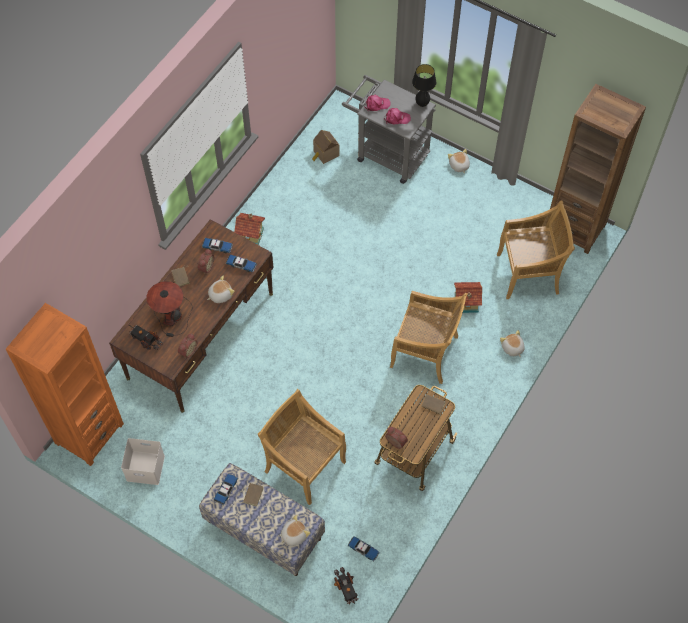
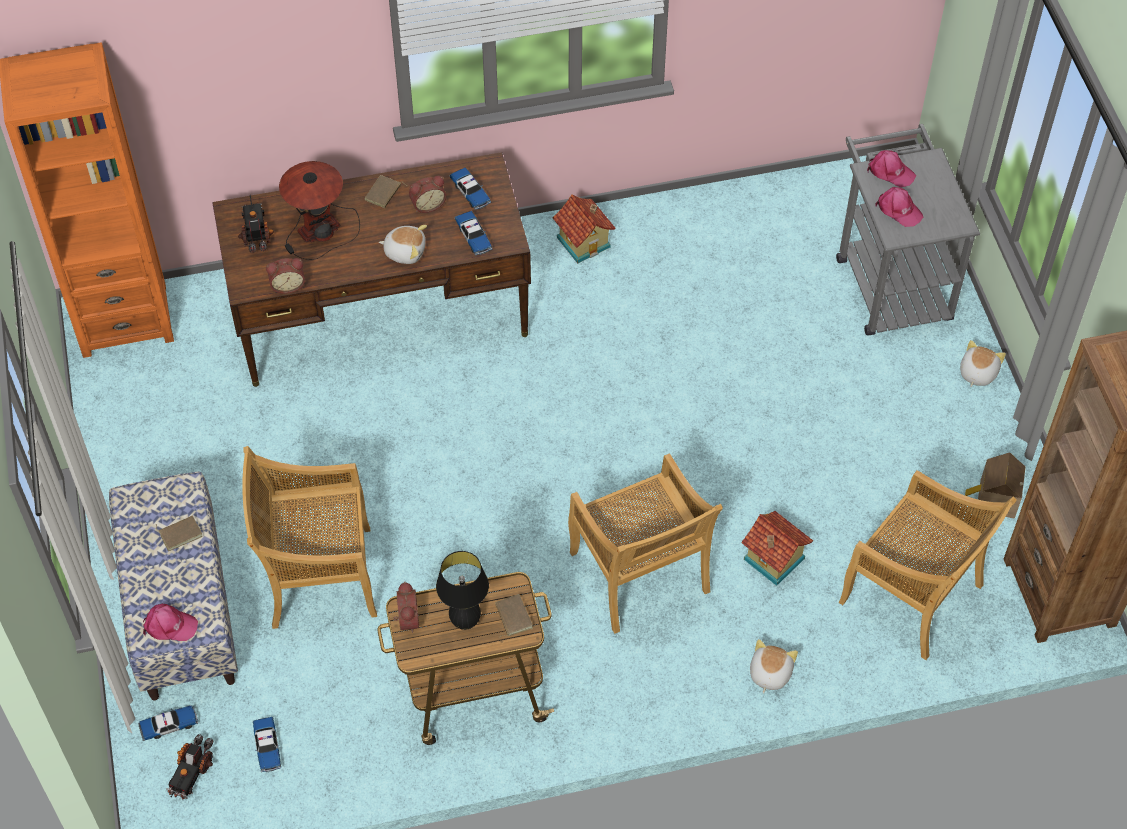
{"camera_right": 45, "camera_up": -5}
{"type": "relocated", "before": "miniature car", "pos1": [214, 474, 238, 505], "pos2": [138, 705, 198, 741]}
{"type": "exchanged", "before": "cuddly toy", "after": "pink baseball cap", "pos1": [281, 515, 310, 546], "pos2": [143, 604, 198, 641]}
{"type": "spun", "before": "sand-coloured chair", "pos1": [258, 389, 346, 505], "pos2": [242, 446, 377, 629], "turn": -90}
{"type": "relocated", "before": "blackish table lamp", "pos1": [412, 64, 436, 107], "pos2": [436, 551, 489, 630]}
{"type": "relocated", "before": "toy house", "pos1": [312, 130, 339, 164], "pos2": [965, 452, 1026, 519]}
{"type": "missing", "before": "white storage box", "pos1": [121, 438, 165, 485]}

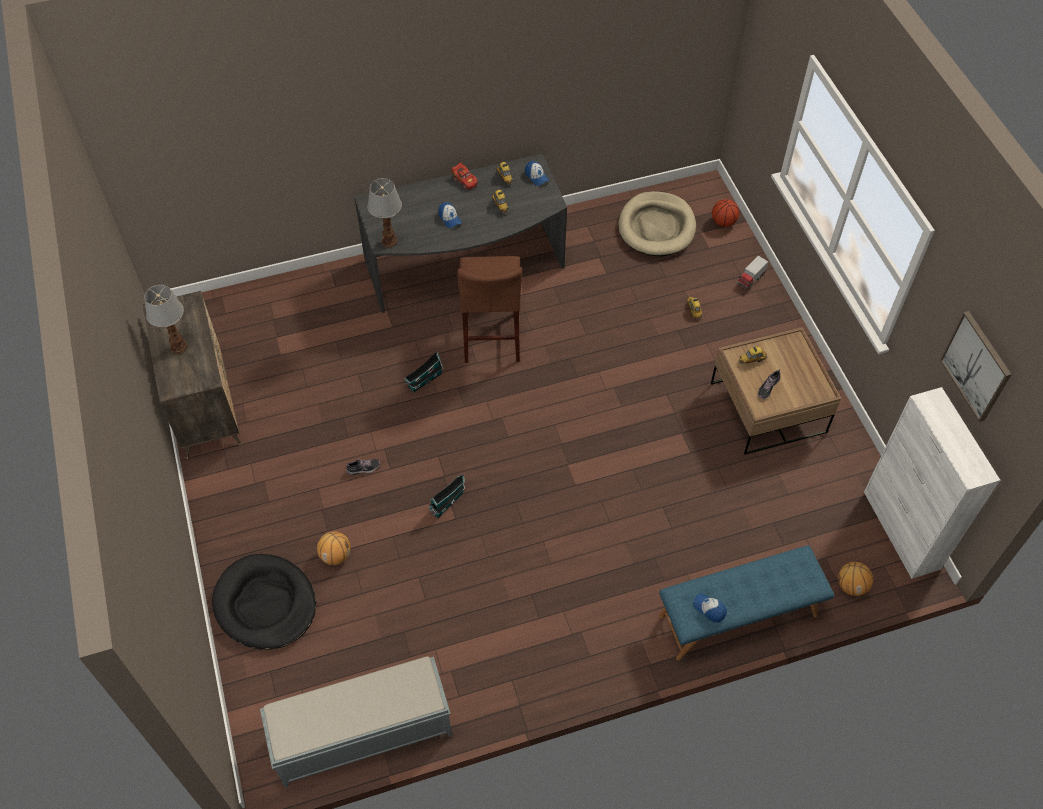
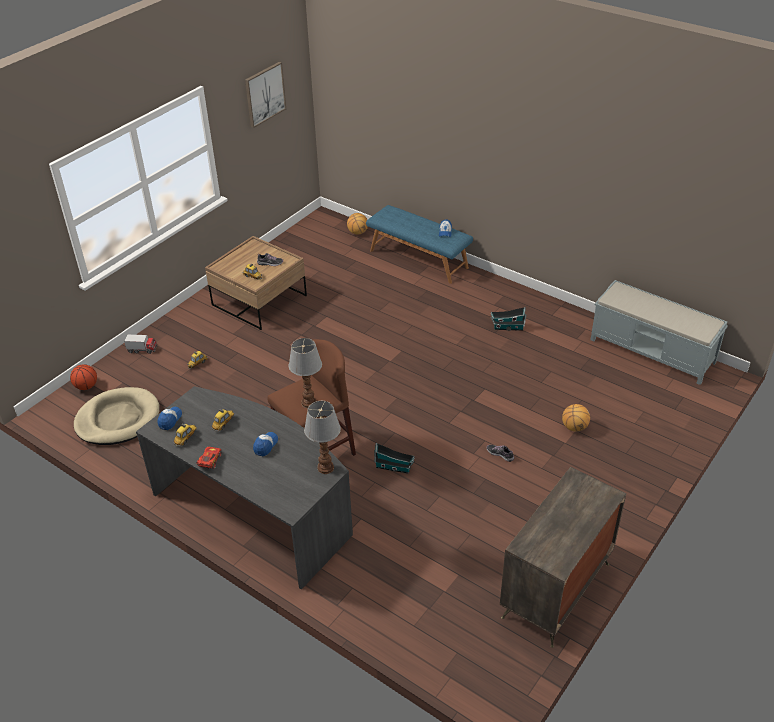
{"camera_right": -125, "camera_up": -15}
{"type": "relocated", "before": "table lamp", "pos1": [144, 285, 188, 354], "pos2": [289, 338, 322, 408]}
{"type": "relocated", "before": "toy house", "pos1": [428, 474, 465, 518], "pos2": [491, 307, 527, 331]}
{"type": "missing", "before": "blackish dog bed", "pos1": [212, 554, 316, 650]}
{"type": "missing", "before": "white storage cabinet", "pos1": [864, 387, 1000, 579]}

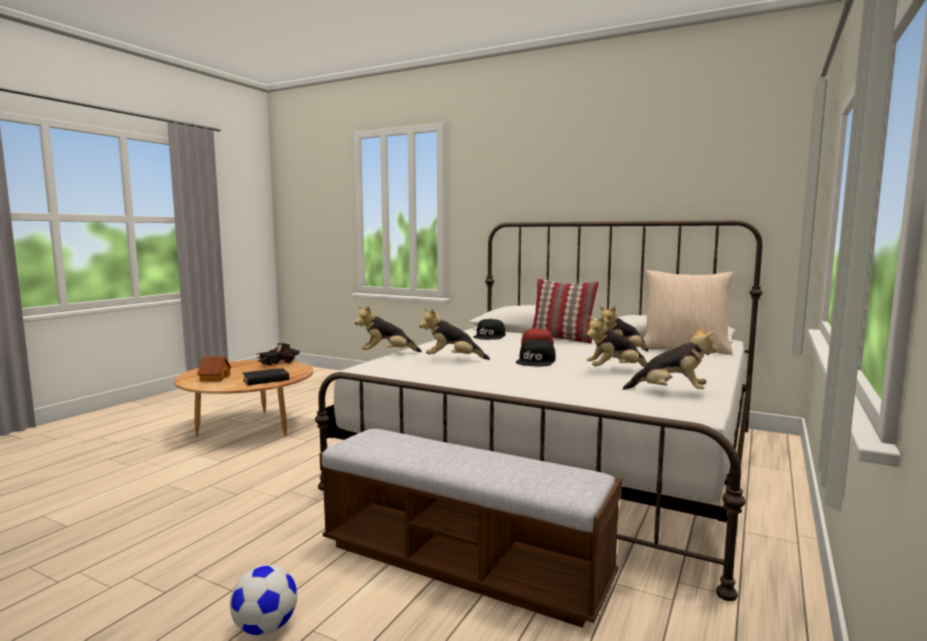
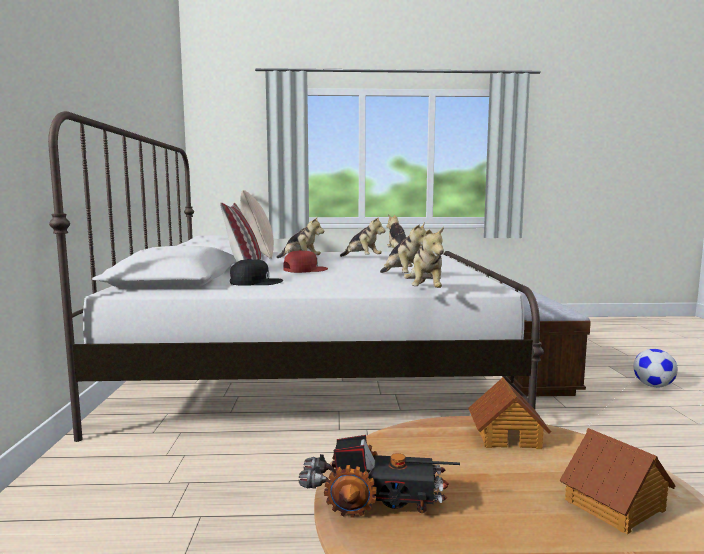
{"camera_right": -120, "camera_up": 0}
{"type": "spun", "before": "cuddly toy", "pos1": [355, 306, 422, 352], "pos2": [404, 227, 444, 288], "turn": 45}
{"type": "exchanged", "before": "blackish bound book", "after": "toy house", "pos1": [243, 368, 289, 385], "pos2": [468, 377, 551, 449]}
{"type": "missing", "before": "blackish baseball cap", "pos1": [516, 339, 556, 366]}

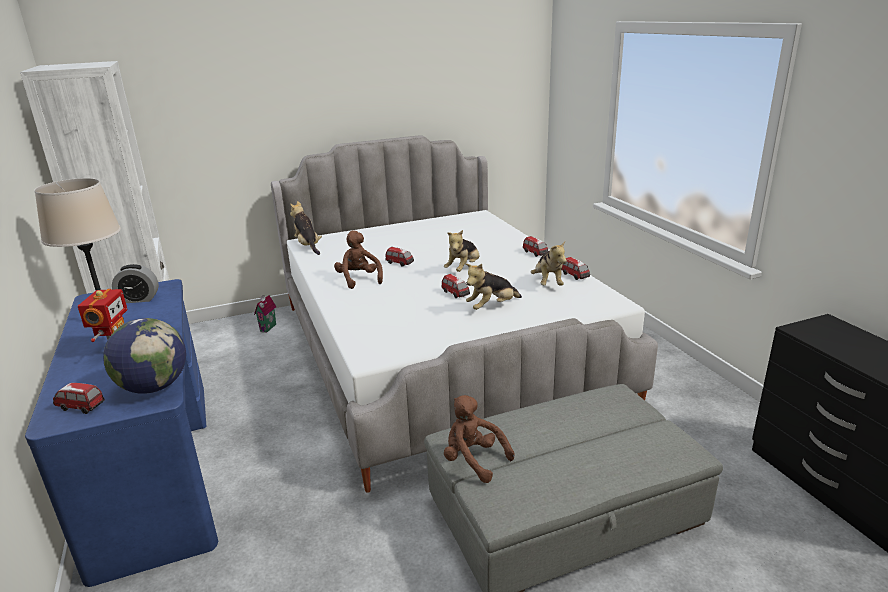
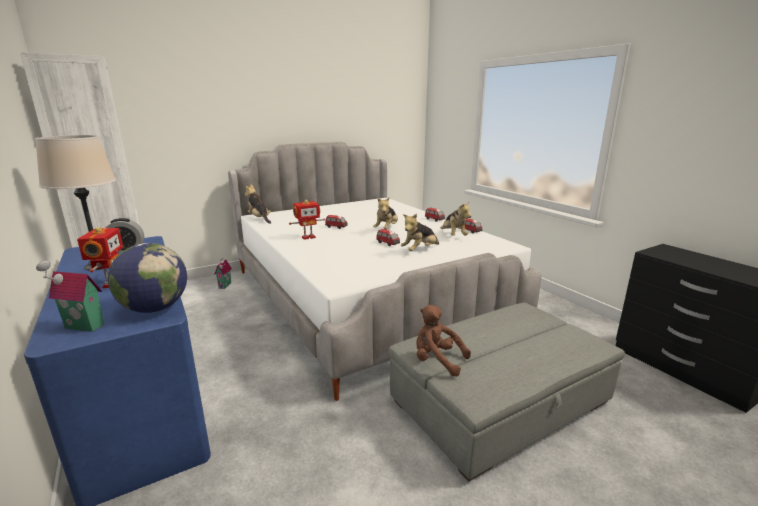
{"camera_right": -10, "camera_up": -5}
{"type": "exchanged", "before": "miniature car", "after": "toy house", "pos1": [53, 383, 105, 414], "pos2": [36, 261, 104, 332]}
{"type": "exchanged", "before": "brown cuddly toy", "after": "robot figure", "pos1": [334, 230, 383, 289], "pos2": [289, 200, 325, 240]}

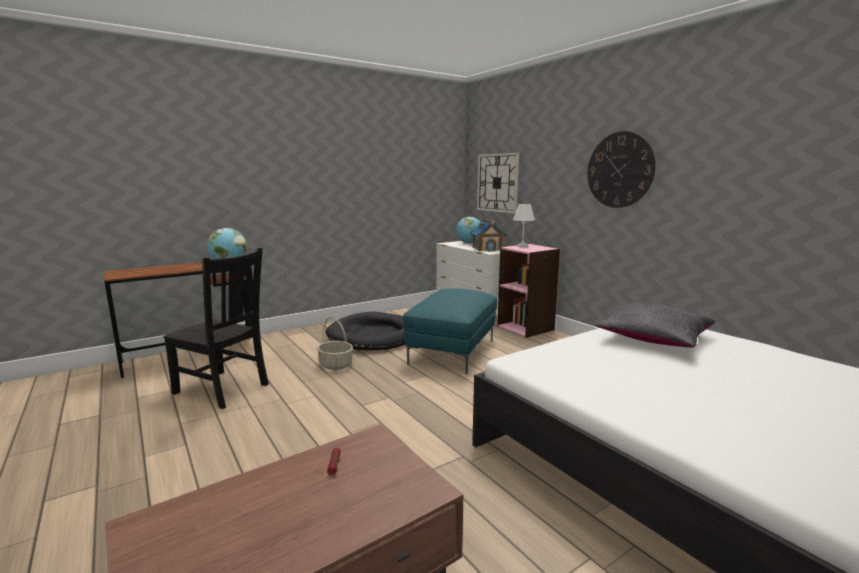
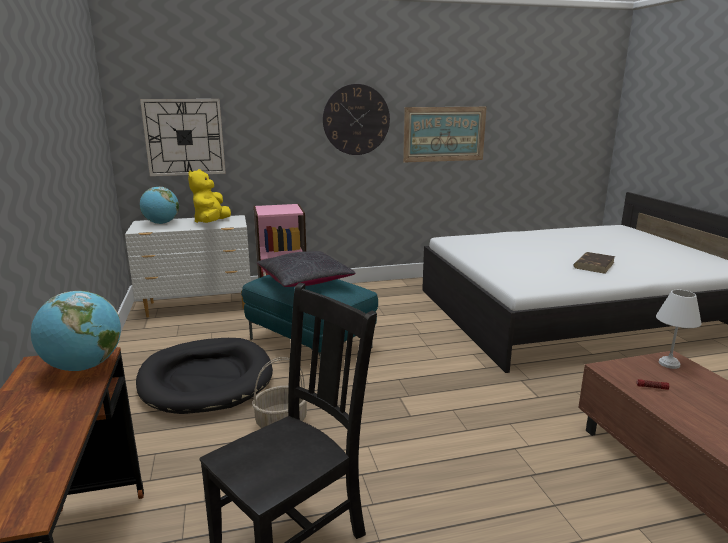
{"camera_right": -70, "camera_up": 5}
{"type": "exchanged", "before": "toy house", "after": "yellowish cuddly toy", "pos1": [470, 219, 506, 251], "pos2": [188, 169, 231, 223]}
{"type": "relocated", "before": "blackish throw pillow", "pos1": [596, 303, 715, 348], "pos2": [257, 251, 355, 287]}
{"type": "appeared", "after": "wall picture", "pos2": [403, 107, 486, 163]}
{"type": "appeared", "after": "brown bound book", "pos2": [574, 252, 615, 274]}
{"type": "relocated", "before": "white table lamp", "pos1": [513, 204, 535, 247], "pos2": [656, 290, 702, 369]}

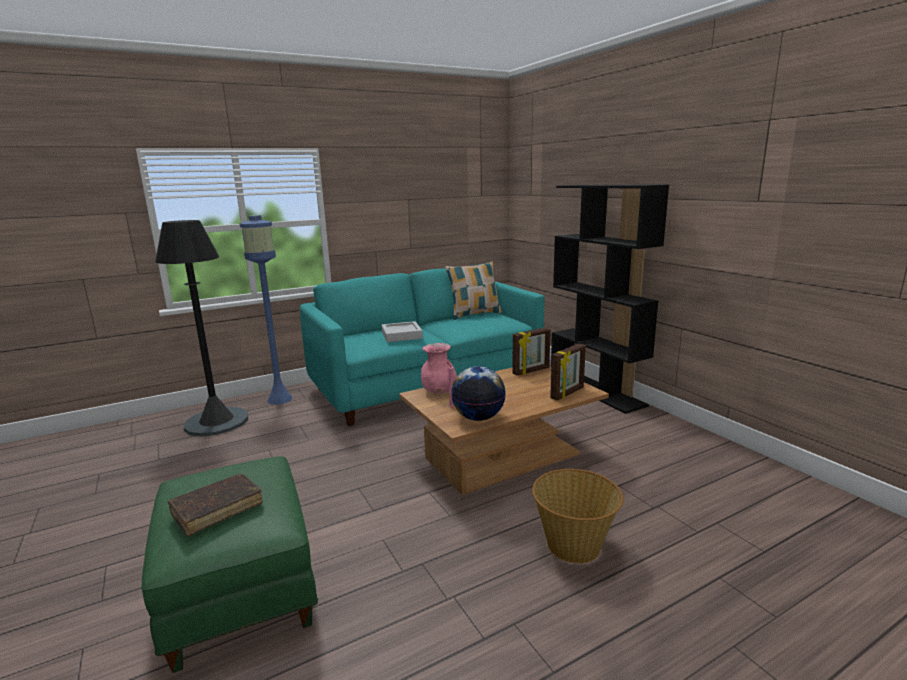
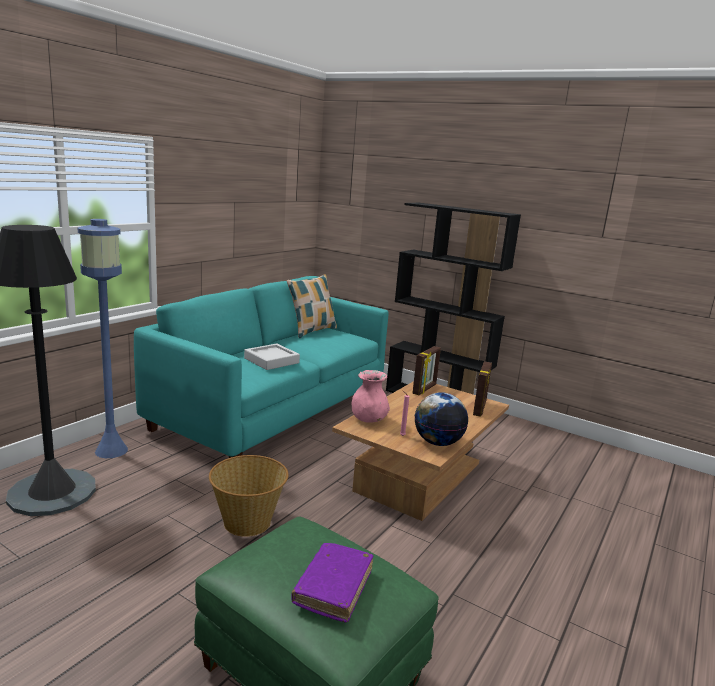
{"camera_right": -30, "camera_up": 0}
{"type": "relocated", "before": "basket", "pos1": [532, 469, 623, 564], "pos2": [209, 455, 288, 537]}
{"type": "colour", "before": "brown bound book", "after": "purplish bound book", "pos1": [168, 473, 263, 536], "pos2": [292, 543, 373, 623]}

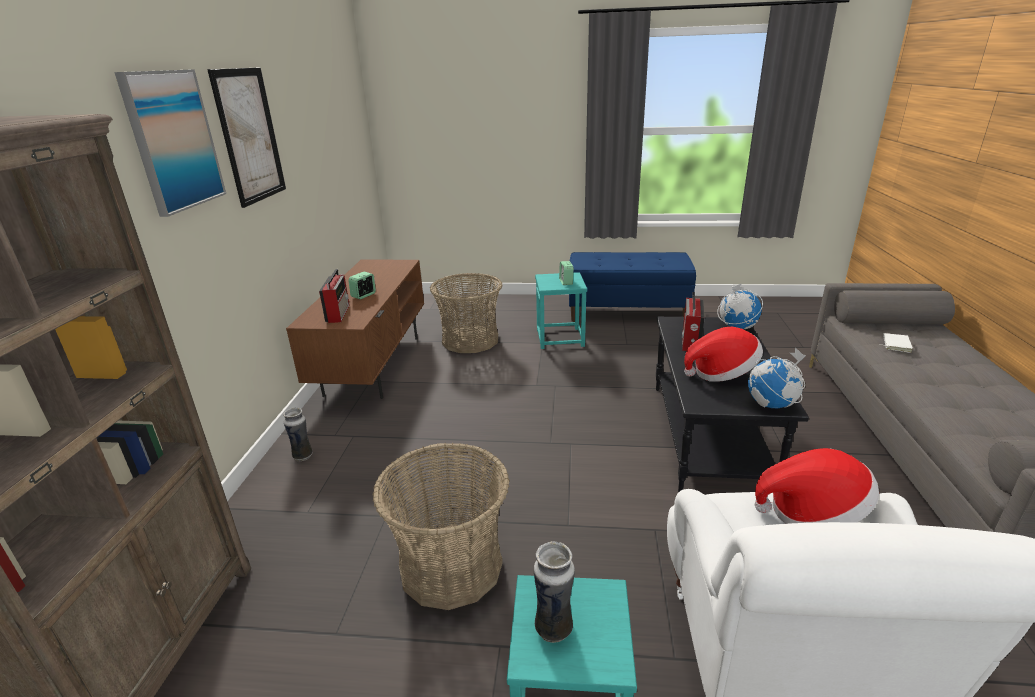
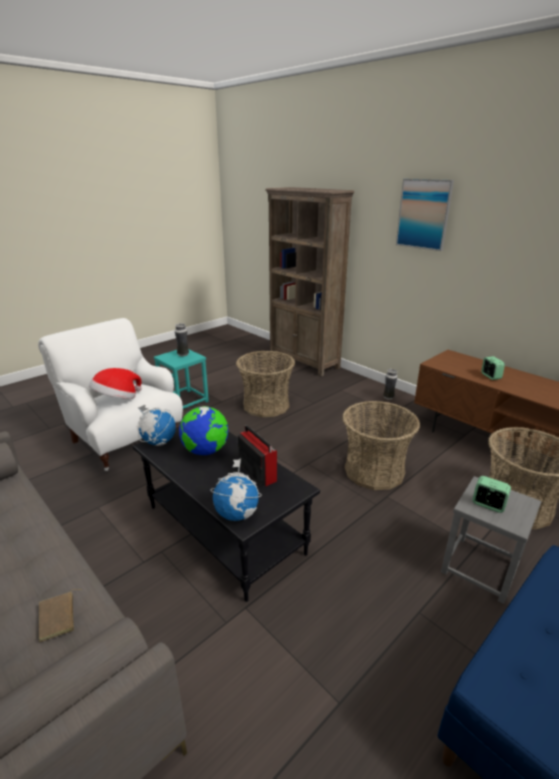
{"camera_right": 130, "camera_up": 0}
{"type": "colour", "before": "white bound book", "after": "brown bound book", "pos1": [883, 333, 913, 353], "pos2": [39, 589, 82, 642]}
{"type": "exchanged", "before": "clothing hat", "after": "desk globe", "pos1": [684, 327, 763, 382], "pos2": [179, 406, 228, 455]}
{"type": "appeared", "after": "basket", "pos2": [342, 401, 420, 490]}
{"type": "colour", "before": "turquoise-coloured stool", "after": "greyish stool", "pos1": [535, 272, 587, 349], "pos2": [441, 476, 541, 604]}
{"type": "missing", "before": "wall picture", "pos1": [207, 67, 286, 208]}
{"type": "missing", "before": "radio", "pos1": [319, 269, 350, 323]}

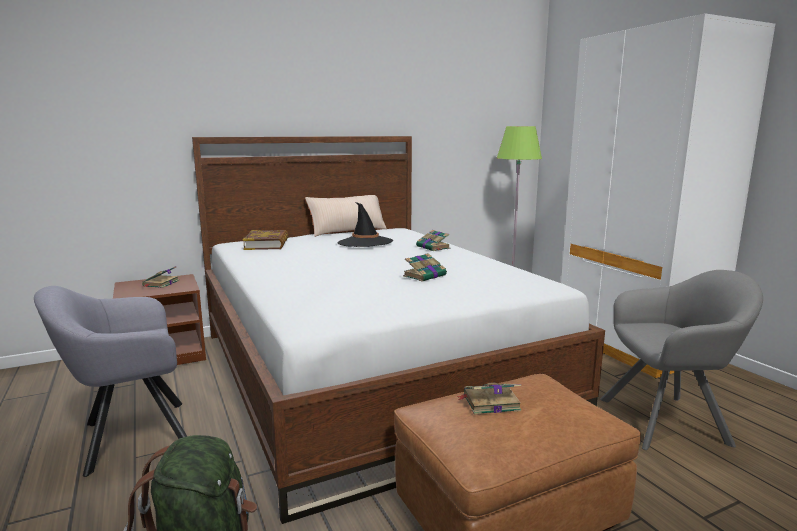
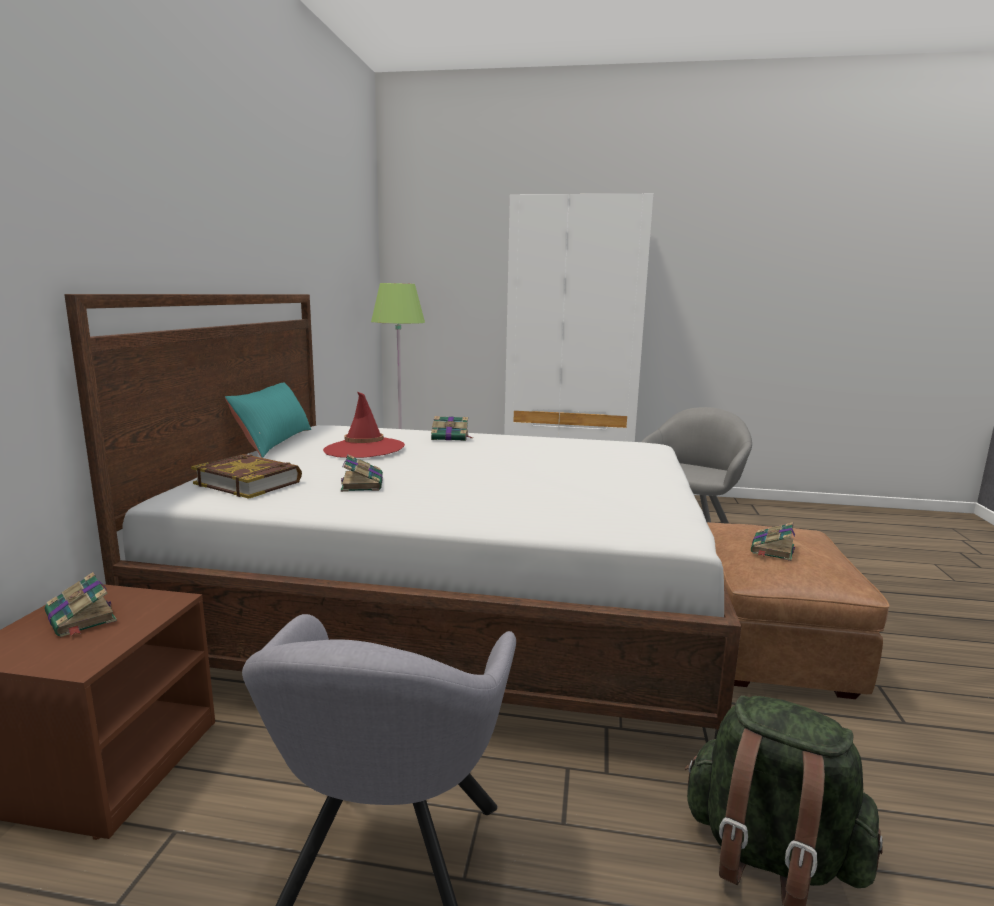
{"camera_right": -55, "camera_up": 0}
{"type": "colour", "before": "sand-coloured throw pillow", "after": "turquoise-coloured throw pillow", "pos1": [305, 195, 387, 237], "pos2": [225, 383, 311, 458]}
{"type": "colour", "before": "blackish clothing hat", "after": "red-coloured clothing hat", "pos1": [338, 202, 393, 247], "pos2": [323, 392, 405, 458]}
{"type": "relocated", "before": "bound book", "pos1": [403, 253, 447, 282], "pos2": [341, 454, 383, 492]}

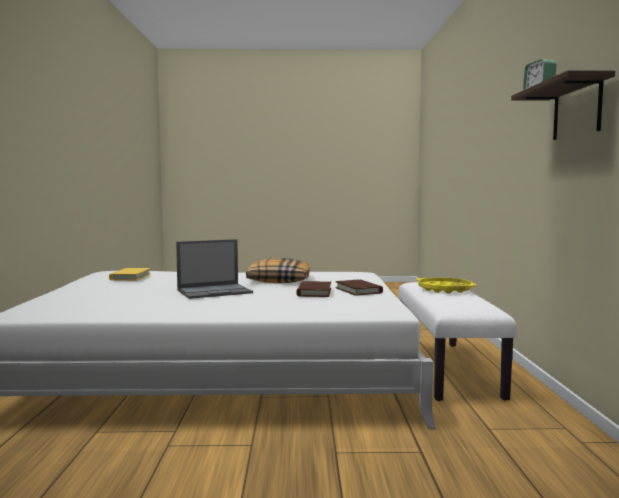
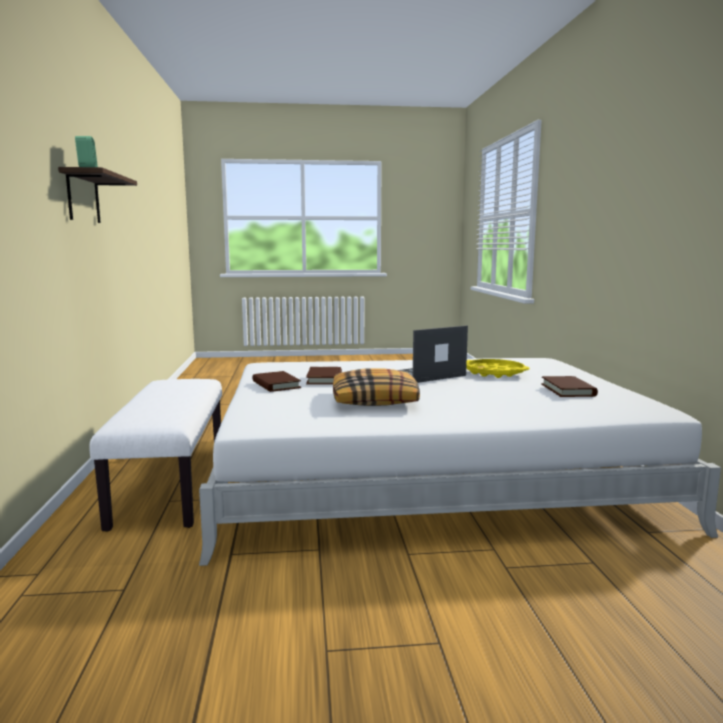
{"camera_right": 175, "camera_up": 5}
{"type": "relocated", "before": "yellowish serving tray", "pos1": [416, 278, 477, 294], "pos2": [466, 359, 530, 378]}
{"type": "colour", "before": "yellowish bound book", "after": "brown bound book", "pos1": [109, 268, 151, 281], "pos2": [541, 376, 598, 397]}

